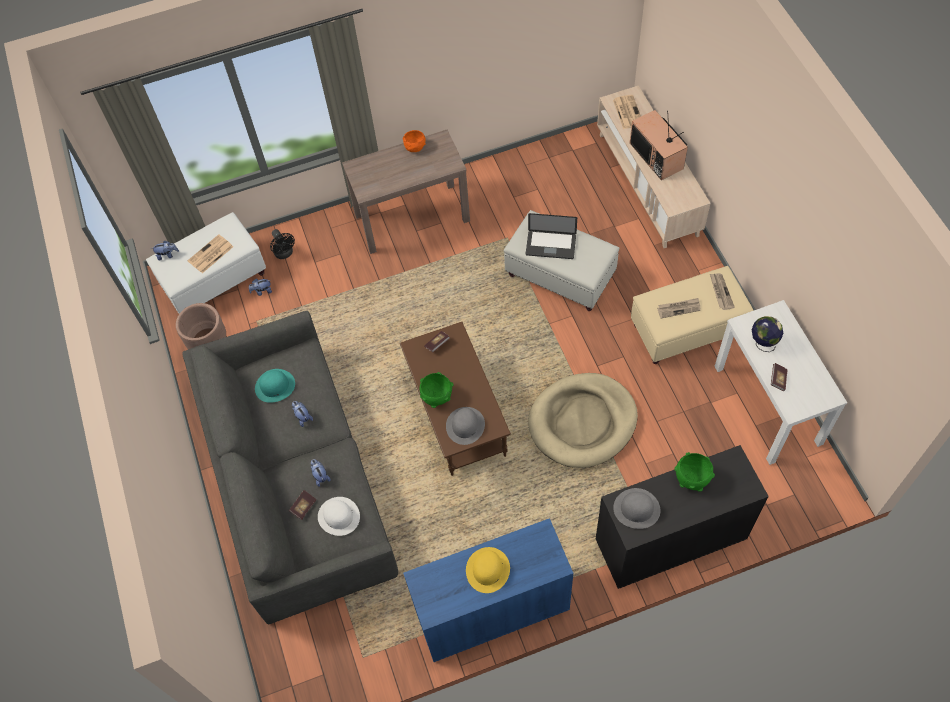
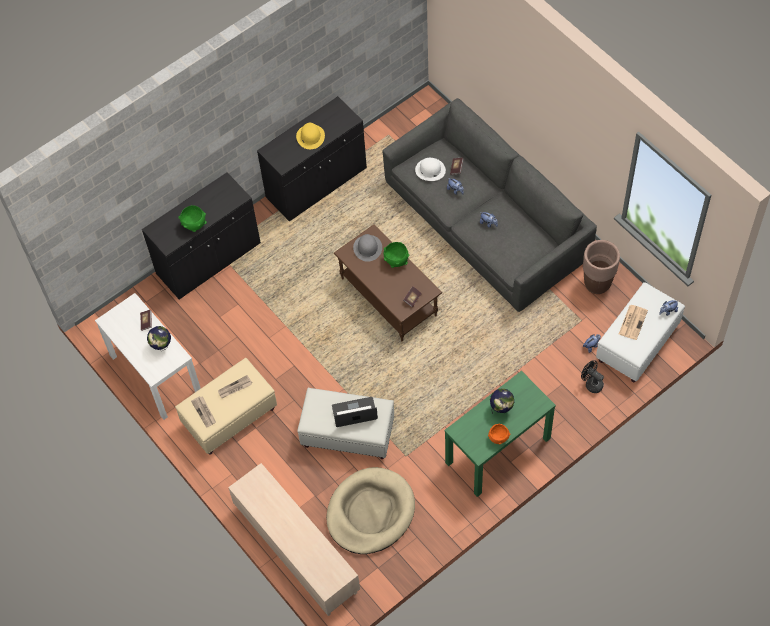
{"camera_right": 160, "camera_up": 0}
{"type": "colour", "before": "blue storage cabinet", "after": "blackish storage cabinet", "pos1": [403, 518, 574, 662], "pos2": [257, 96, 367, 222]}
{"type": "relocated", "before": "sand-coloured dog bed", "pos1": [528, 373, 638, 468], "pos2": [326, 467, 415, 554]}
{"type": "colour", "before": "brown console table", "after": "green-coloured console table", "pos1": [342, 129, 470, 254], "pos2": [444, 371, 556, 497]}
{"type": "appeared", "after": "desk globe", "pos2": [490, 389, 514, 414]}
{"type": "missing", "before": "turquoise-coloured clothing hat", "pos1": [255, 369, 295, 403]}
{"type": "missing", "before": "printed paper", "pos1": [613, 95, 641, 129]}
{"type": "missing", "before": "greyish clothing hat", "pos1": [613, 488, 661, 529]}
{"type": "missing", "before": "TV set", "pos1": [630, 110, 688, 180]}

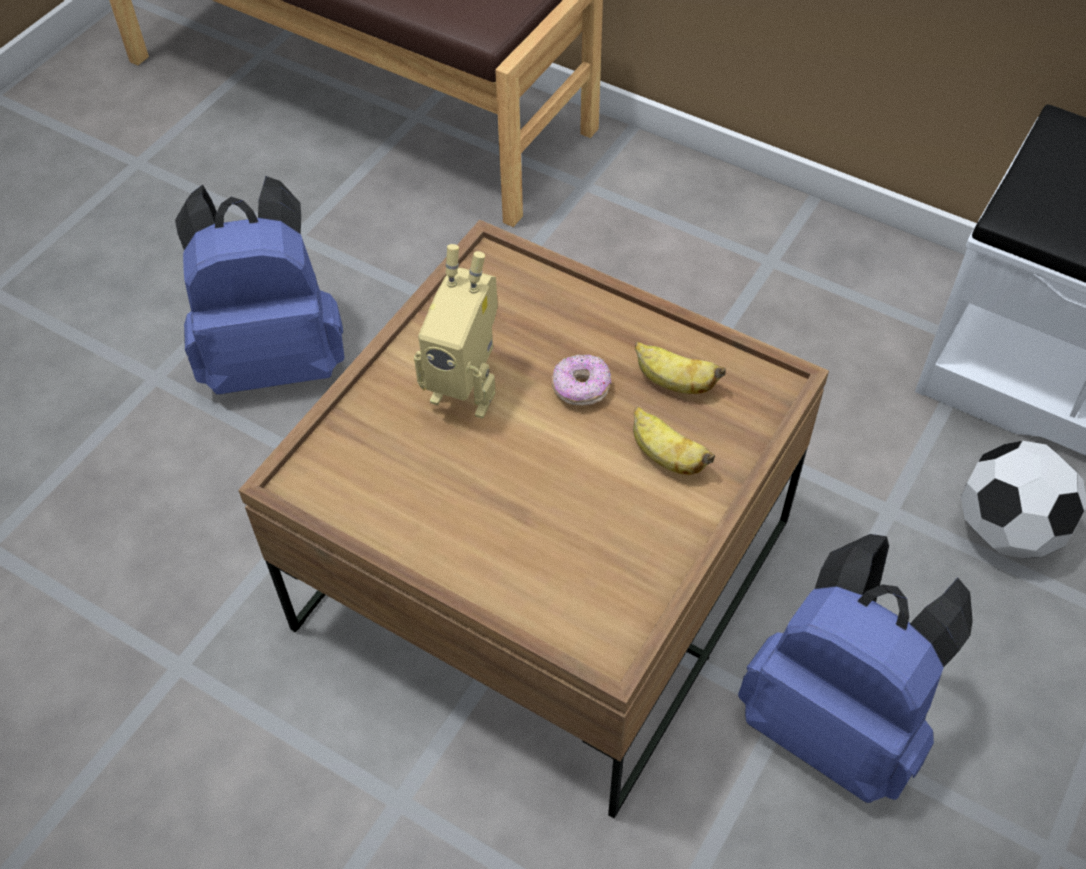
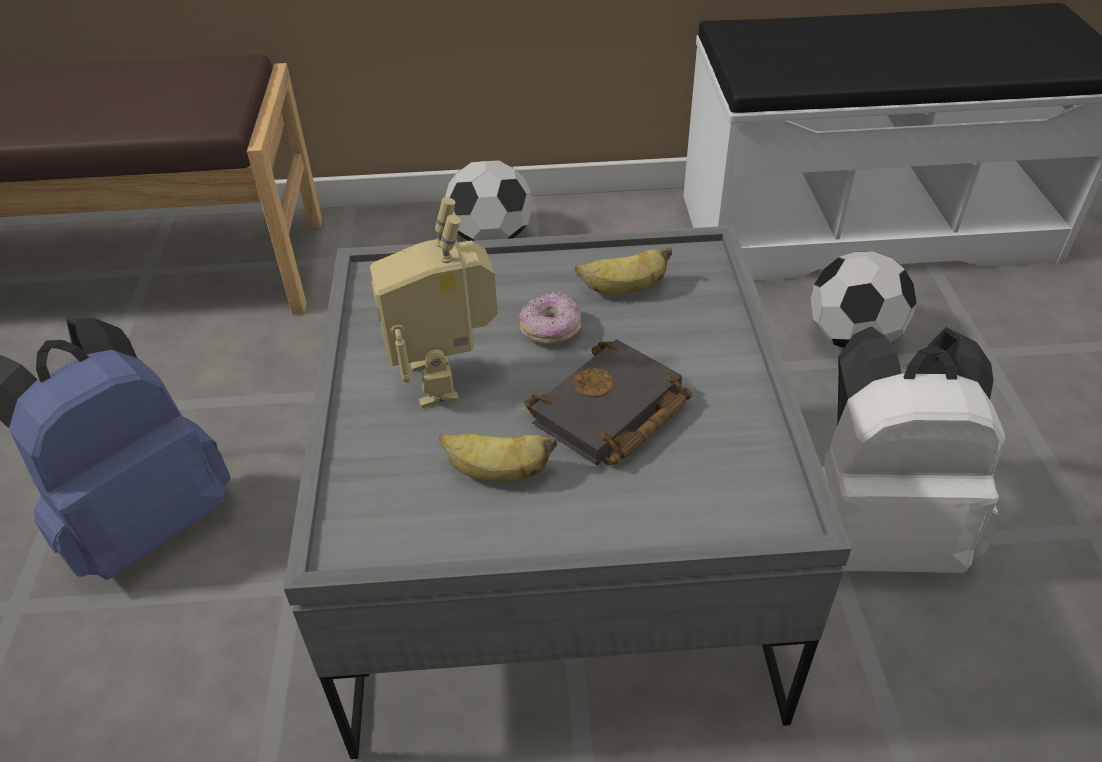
{"camera_right": -35, "camera_up": -10}
{"type": "colour", "before": "brown lounge table", "after": "greyish lounge table", "pos1": [238, 220, 829, 818], "pos2": [284, 226, 852, 759]}
{"type": "spun", "before": "robot figure", "pos1": [414, 244, 498, 418], "pos2": [370, 197, 498, 408], "turn": 90}
{"type": "relocated", "before": "banana", "pos1": [633, 406, 715, 475], "pos2": [439, 434, 557, 482]}
{"type": "appeared", "after": "football ball", "pos2": [445, 160, 532, 241]}
{"type": "appeared", "after": "blackish bound book", "pos2": [524, 339, 692, 465]}
{"type": "colour", "before": "blue backpack", "after": "white backpack", "pos1": [738, 534, 973, 803], "pos2": [822, 326, 1005, 573]}

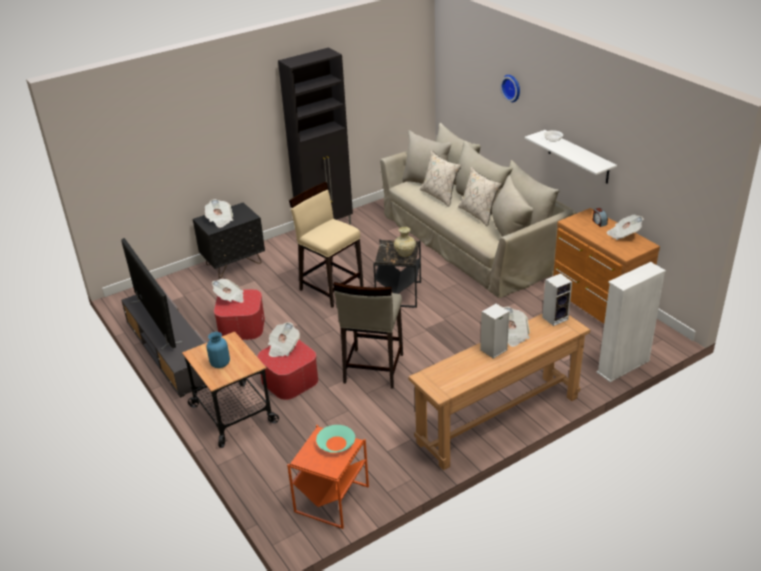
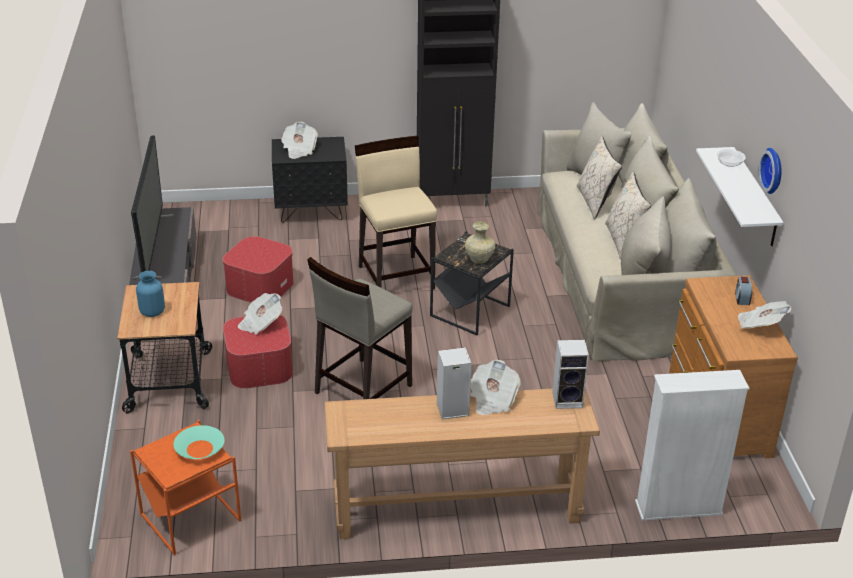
{"camera_right": 25, "camera_up": 0}
{"type": "relocated", "before": "wall clock", "pos1": [500, 75, 520, 102], "pos2": [759, 148, 782, 194]}
{"type": "missing", "before": "printed paper", "pos1": [212, 279, 244, 303]}

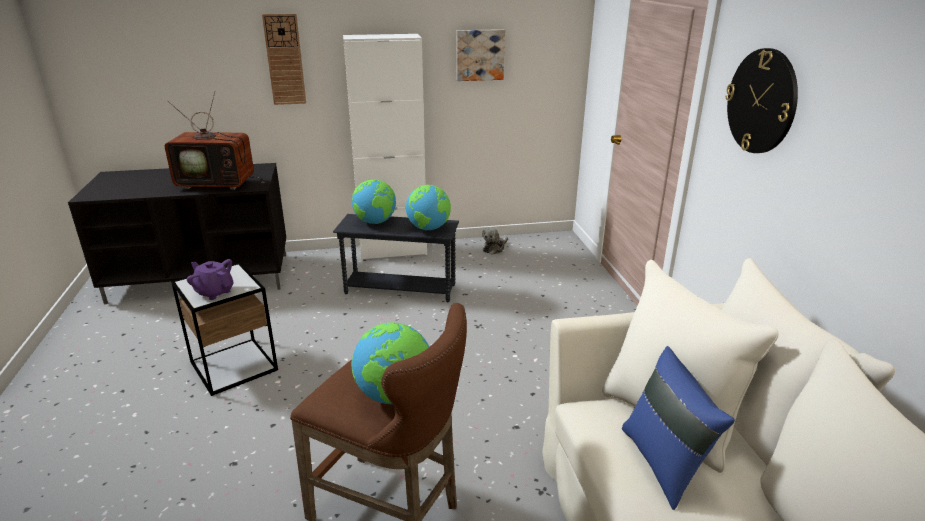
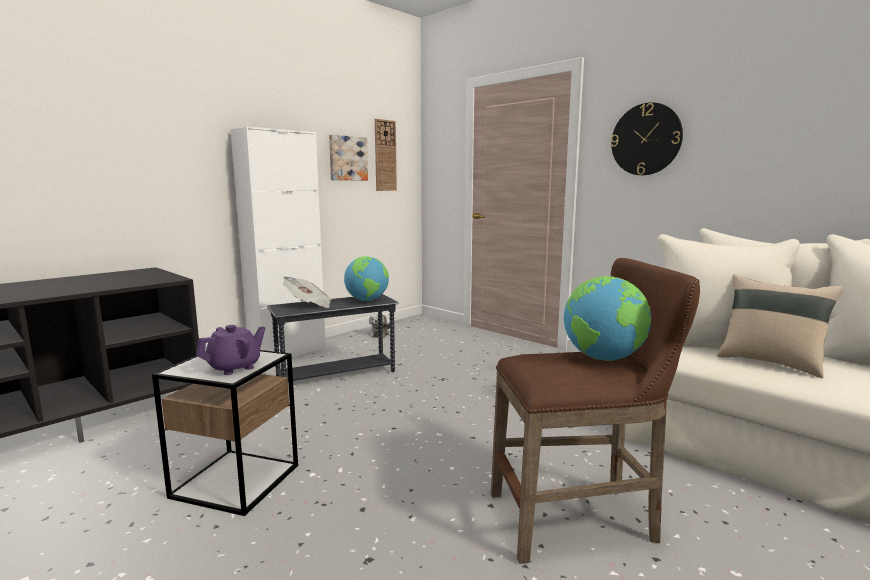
{"camera_right": -35, "camera_up": -15}
{"type": "spun", "before": "purplish teapot", "pos1": [187, 259, 233, 300], "pos2": [196, 325, 265, 375], "turn": 135}
{"type": "exchanged", "before": "desk globe", "after": "printed paper", "pos1": [352, 179, 396, 224], "pos2": [282, 276, 332, 308]}
{"type": "relocated", "before": "wall clock", "pos1": [262, 14, 306, 105], "pos2": [375, 119, 397, 191]}
{"type": "colour", "before": "blue throw pillow", "after": "sand-coloured throw pillow", "pos1": [622, 346, 735, 510], "pos2": [717, 274, 843, 378]}
{"type": "missing", "before": "TV set", "pos1": [165, 91, 265, 190]}

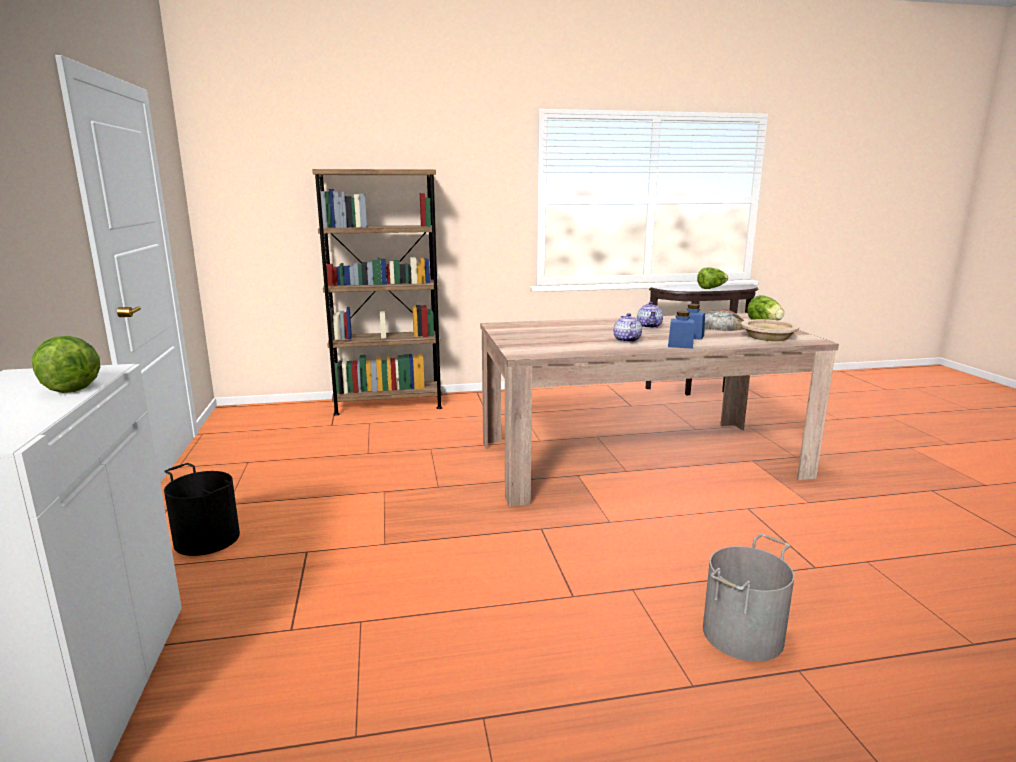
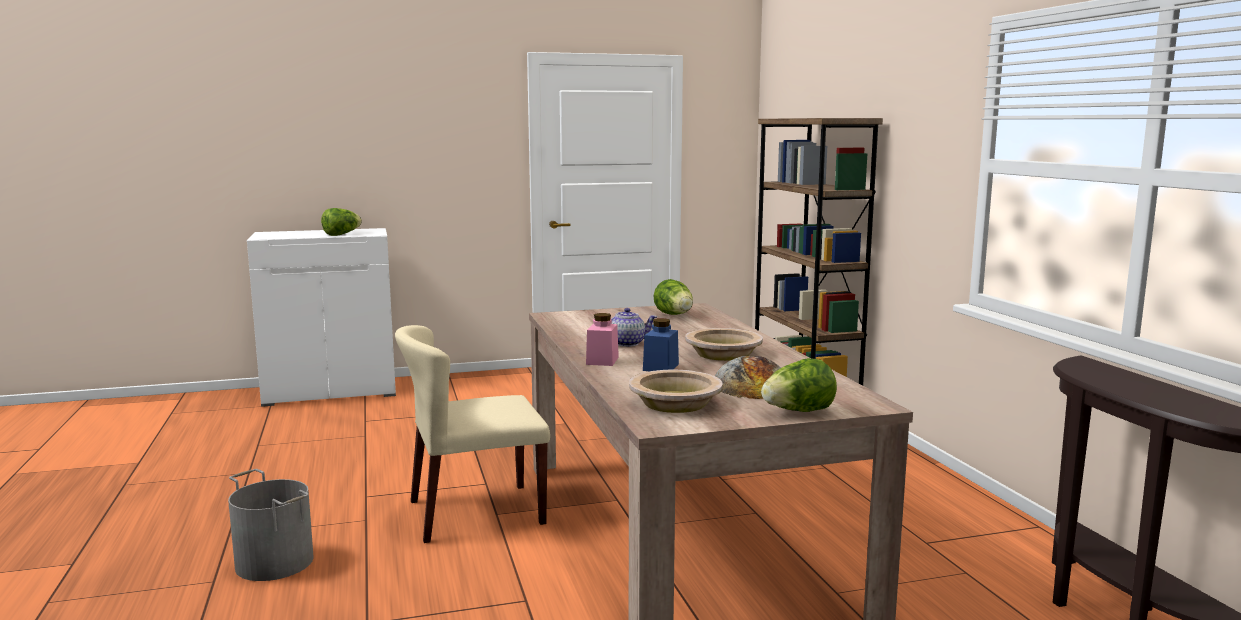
{"camera_right": 85, "camera_up": -5}
{"type": "appeared", "after": "sand-coloured chair", "pos2": [395, 325, 550, 543]}
{"type": "colour", "before": "blue jar", "after": "pink jar", "pos1": [668, 311, 694, 349], "pos2": [586, 313, 619, 366]}
{"type": "relocated", "before": "lettuce", "pos1": [697, 267, 728, 289], "pos2": [653, 279, 693, 315]}
{"type": "exchanged", "before": "teapot", "after": "sand-coloured serving bowl", "pos1": [637, 302, 663, 328], "pos2": [685, 328, 763, 361]}
{"type": "missing", "before": "blackish water bucket", "pos1": [164, 463, 240, 556]}

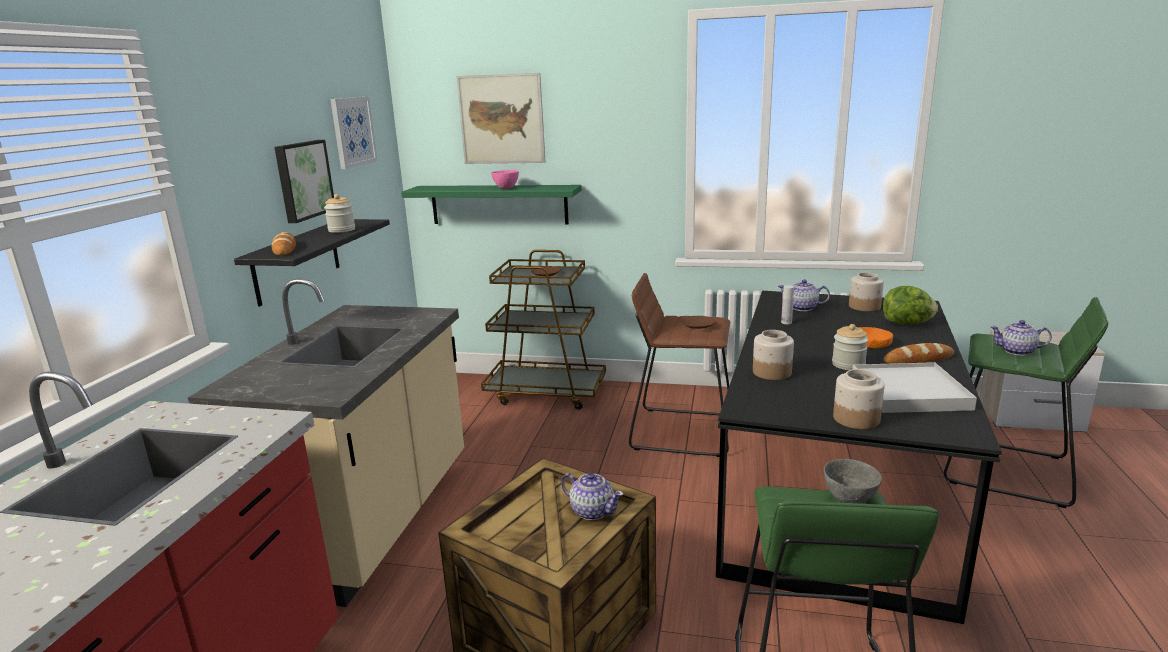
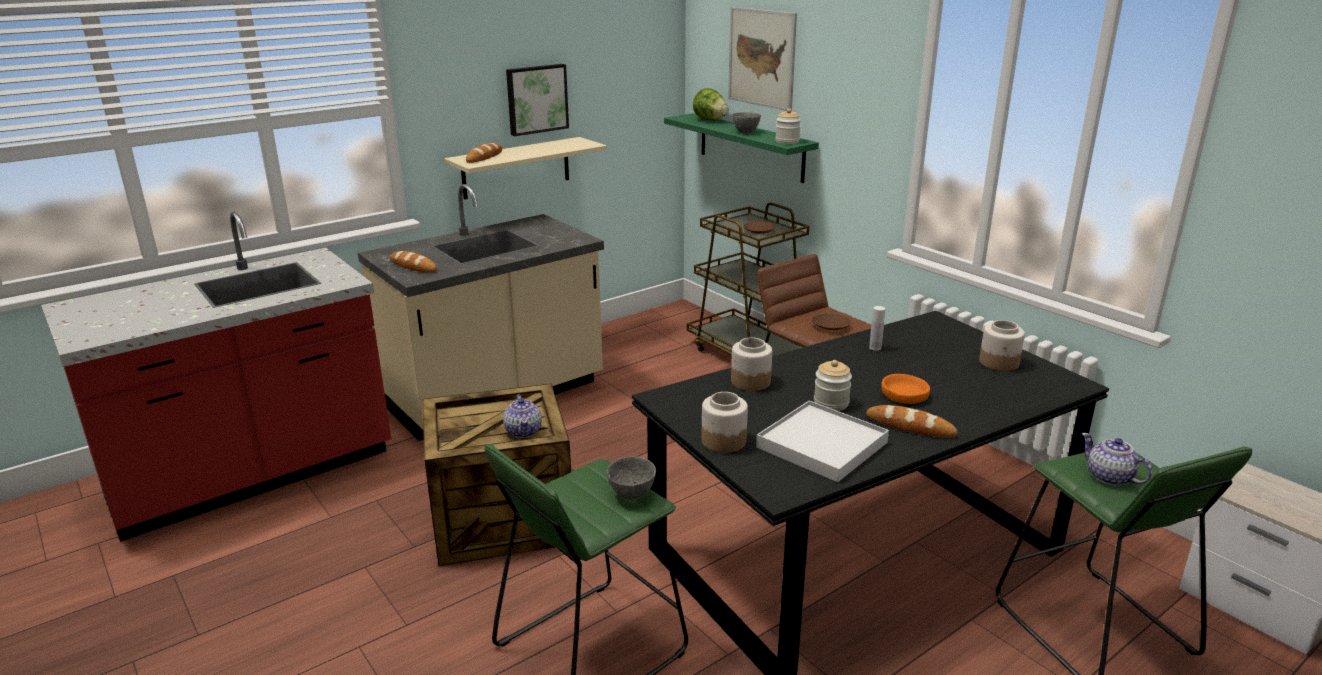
{"camera_right": 40, "camera_up": 5}
{"type": "appeared", "after": "baked bread", "pos2": [390, 251, 438, 273]}
{"type": "colour", "before": "blackish wall shelf", "after": "sand-coloured wall shelf", "pos1": [234, 219, 390, 306], "pos2": [444, 137, 607, 200]}
{"type": "relocated", "before": "lettuce", "pos1": [883, 286, 938, 325], "pos2": [693, 88, 728, 121]}
{"type": "colour", "before": "pink serving bowl", "after": "greyish serving bowl", "pos1": [491, 170, 519, 189], "pos2": [732, 112, 761, 133]}
{"type": "relocated", "before": "jar", "pos1": [324, 194, 355, 233], "pos2": [775, 108, 801, 144]}
{"type": "missing", "before": "wall picture", "pos1": [330, 97, 378, 169]}
{"type": "missing", "before": "teapot", "pos1": [778, 280, 830, 311]}

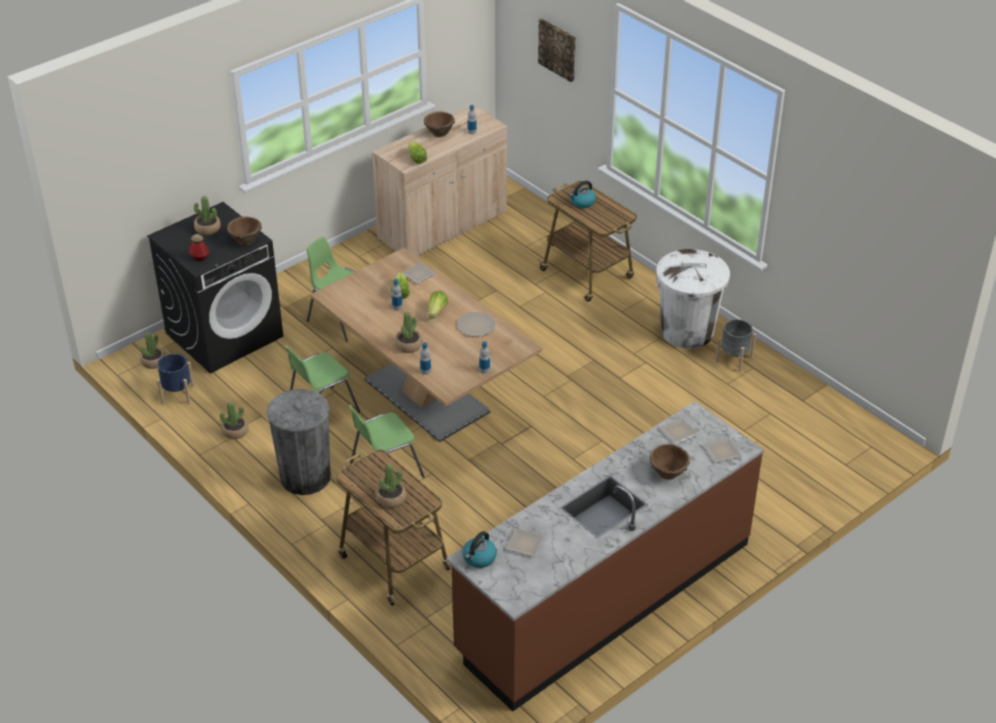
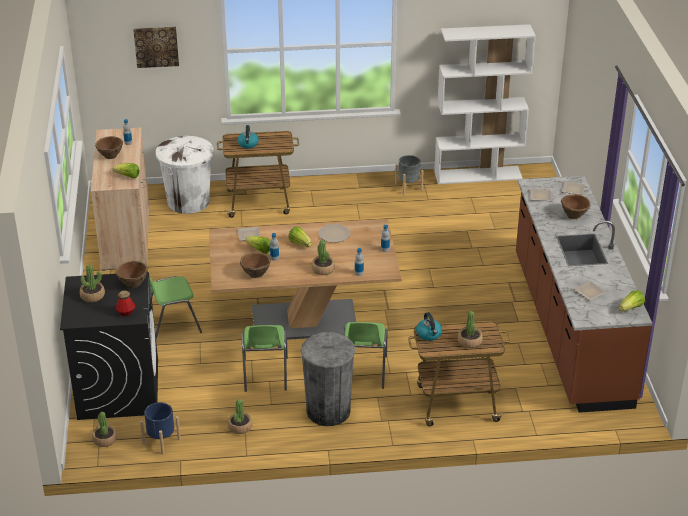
{"camera_right": -55, "camera_up": -5}
{"type": "relocated", "before": "white waste bin", "pos1": [656, 249, 730, 349], "pos2": [156, 136, 214, 214]}
{"type": "appeared", "after": "brown serving bowl", "pos2": [240, 252, 271, 278]}
{"type": "relocated", "before": "tea kettle", "pos1": [462, 531, 497, 568], "pos2": [416, 312, 442, 341]}
{"type": "appeared", "after": "white bookshelf", "pos2": [434, 24, 536, 184]}
{"type": "appeared", "after": "lettuce", "pos2": [619, 290, 645, 312]}

